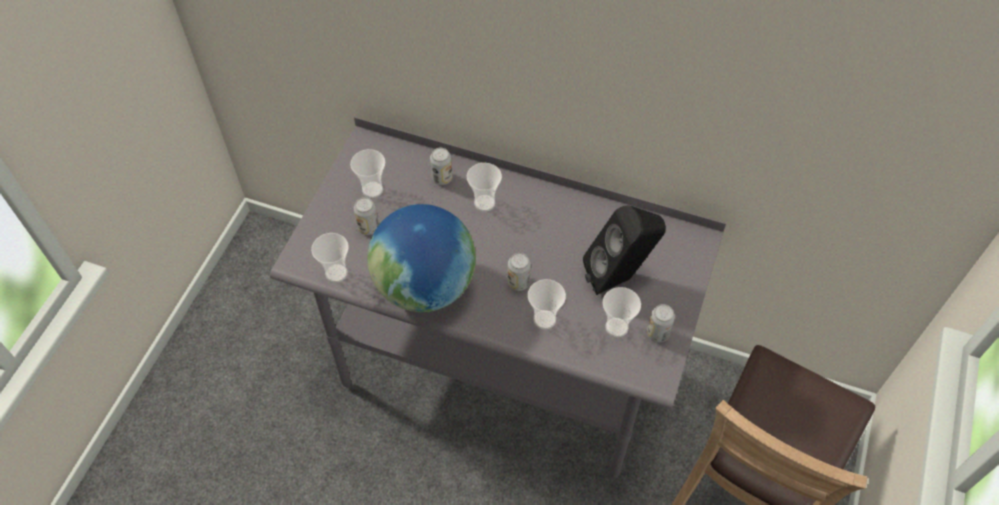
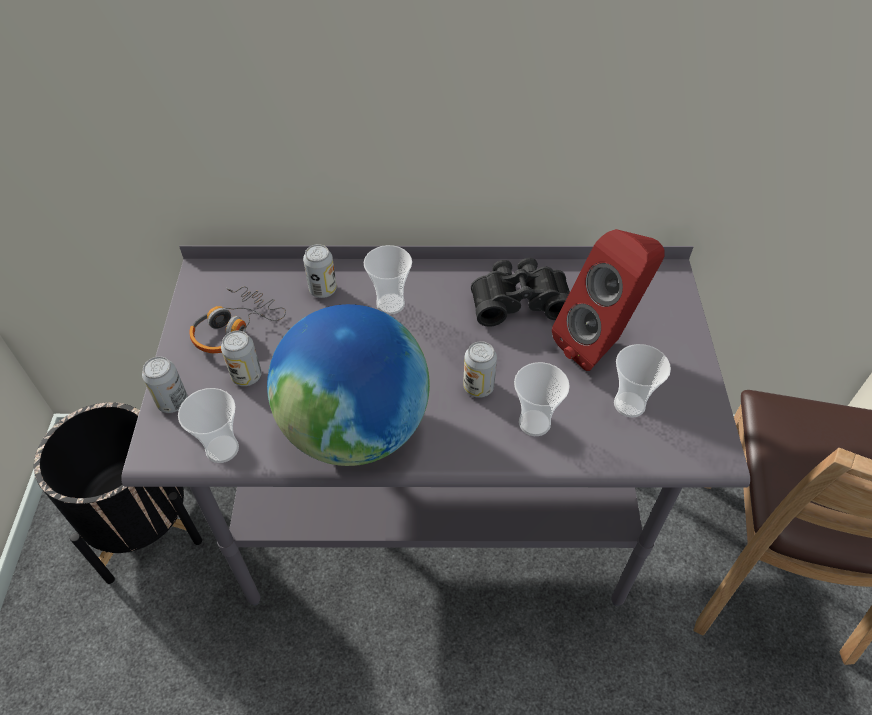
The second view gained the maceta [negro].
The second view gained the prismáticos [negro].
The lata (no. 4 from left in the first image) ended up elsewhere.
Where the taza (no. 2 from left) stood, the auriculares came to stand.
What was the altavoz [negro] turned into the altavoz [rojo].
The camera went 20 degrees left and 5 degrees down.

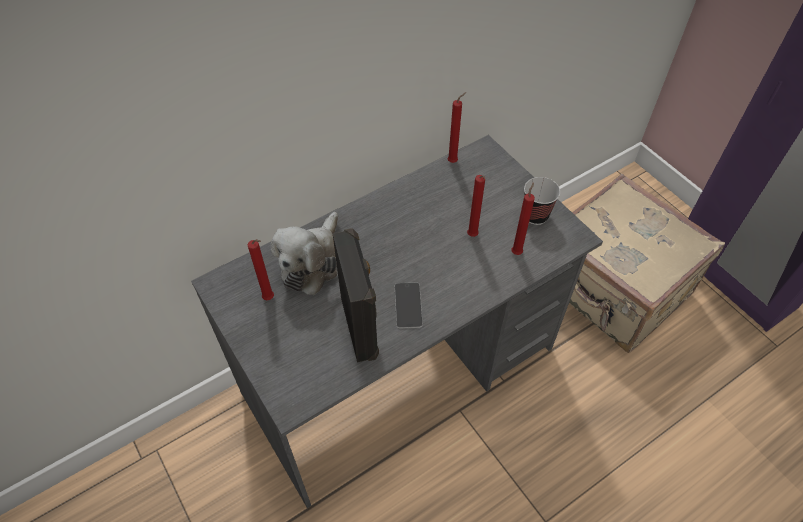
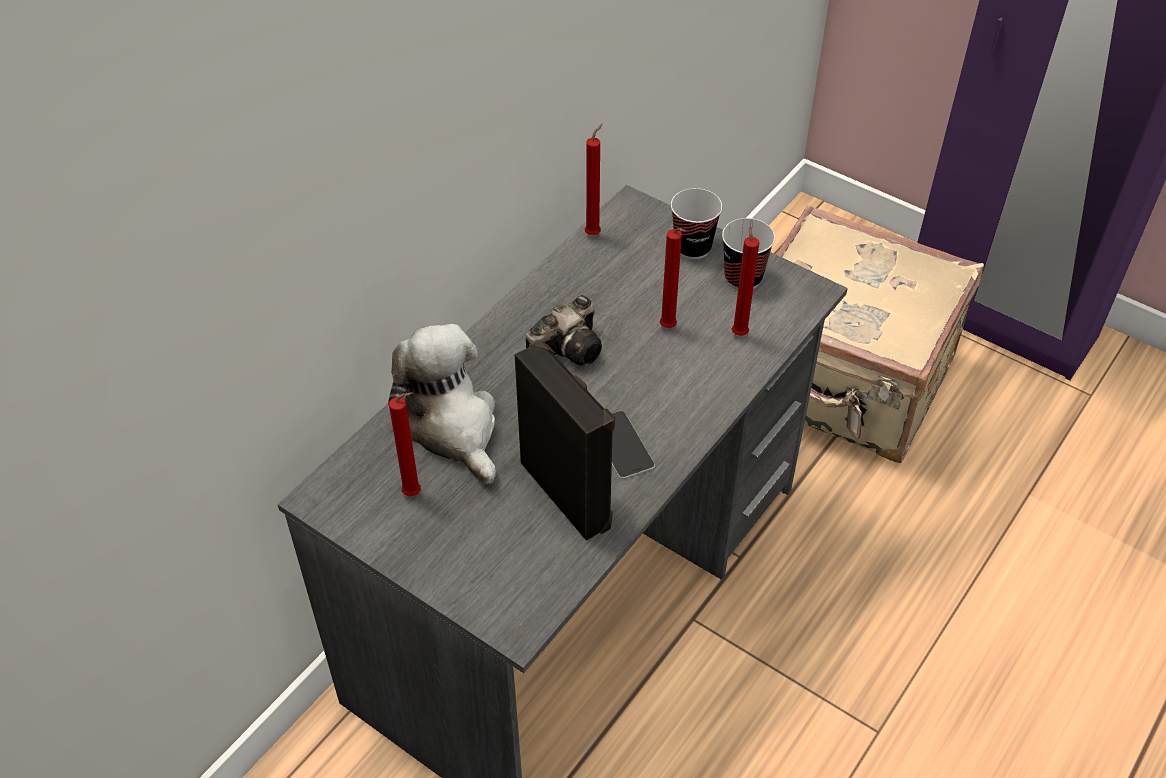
The second view gained the cámara.
The second view gained the taza (no. 1 from left).
The peluche ended up facing another way, 150 degrees clockwise from before.
The camera went 20 degrees left and 5 degrees down.

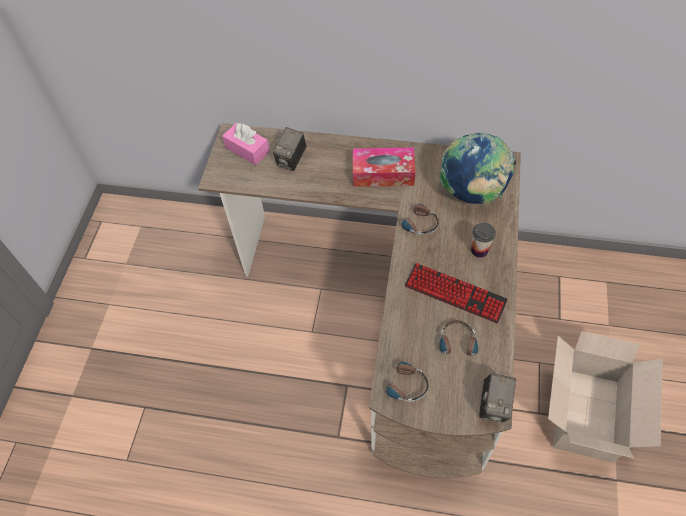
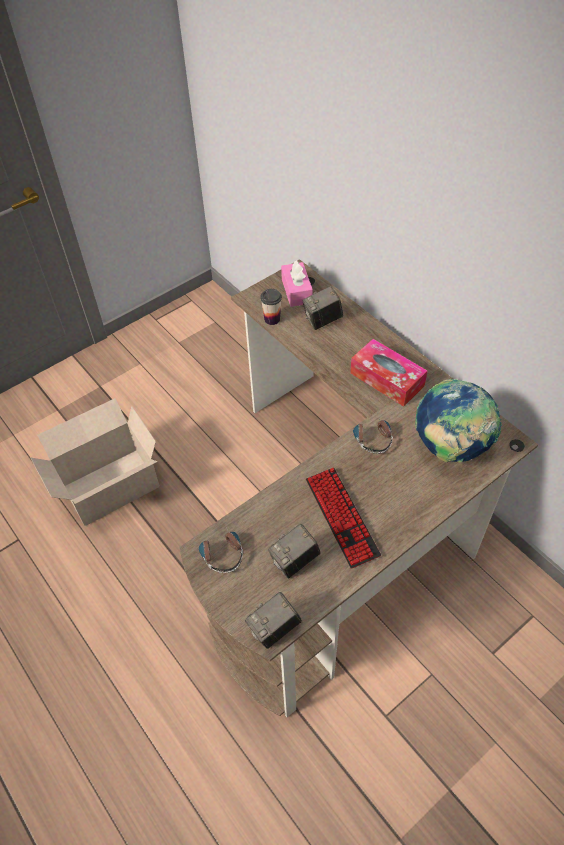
The taza ended up elsewhere.
The caja de cartón ended up elsewhere.
Where the auriculares (no. 3 from left) stood, the cámara (no. 2 from left) came to stand.
The camera went 40 degrees right and 5 degrees down.

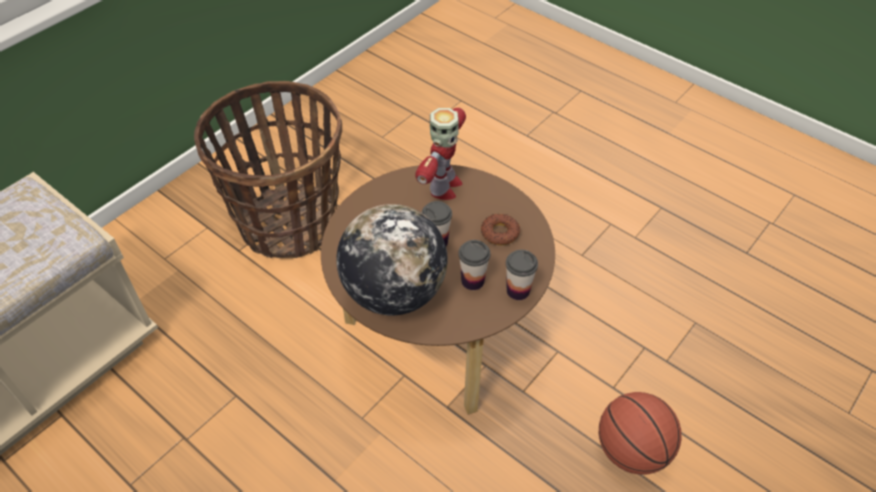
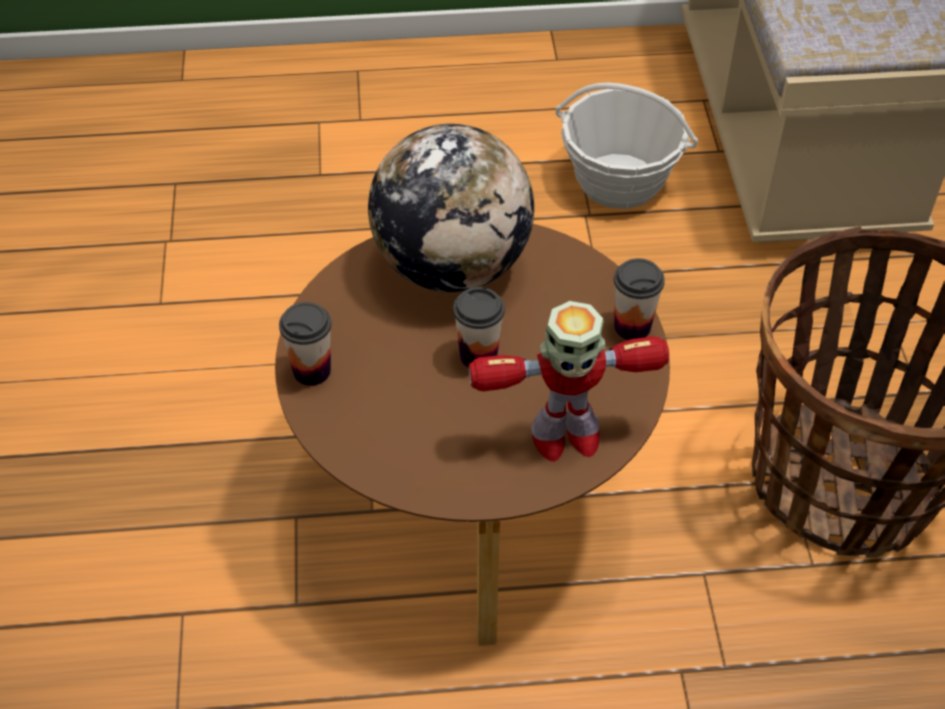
The second view lost the rosquilla.
The second view lost the balón de baloncesto.
The second view gained the cesta (no. 1 from left).
The taza (no. 2 from left in the first image) ended up elsewhere.
The robot de juguete ended up facing another way, 75 degrees counterclockwise from before.
The camera went 135 degrees right and 0 degrees up.

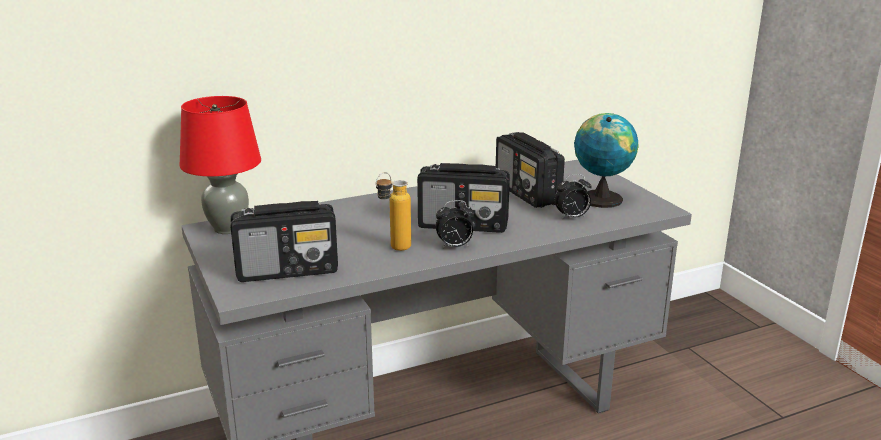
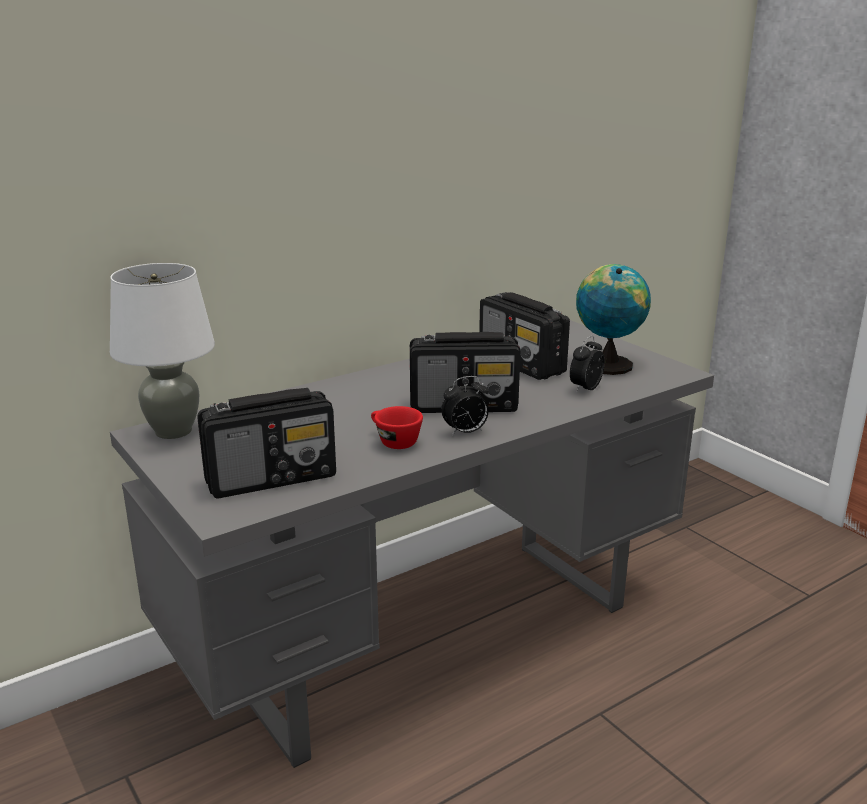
Where the botella stood, the taza [rojo] came to stand.
What was the lámpara de mesa [rojo] turned into the lámpara de mesa [blanco].
The despertador (no. 2 from left) ended up facing another way, 150 degrees clockwise from before.
The camera went 10 degrees left and 0 degrees up.

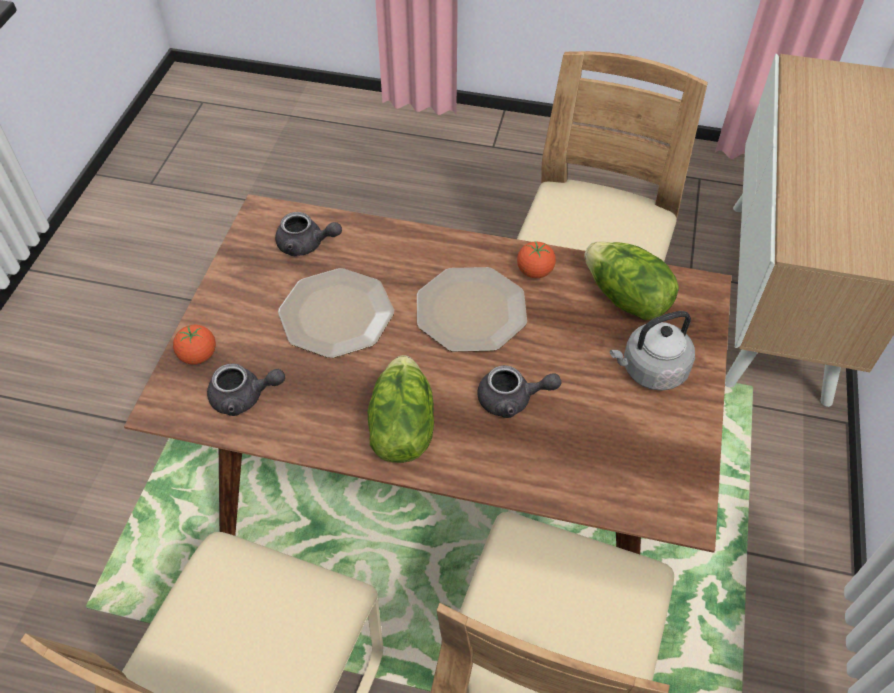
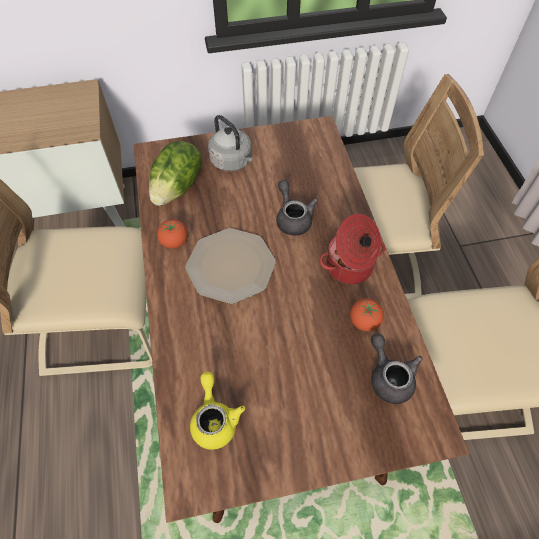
The second view lost the plato (no. 1 from left).
The tomate (no. 1 from left in the first image) ended up elsewhere.
Where the lechuga (no. 1 from left) stood, the olla came to stand.
What was the tetera [gris] (no. 2 from left) turned into the tetera [amarillo].
The camera went 115 degrees left and 5 degrees up.

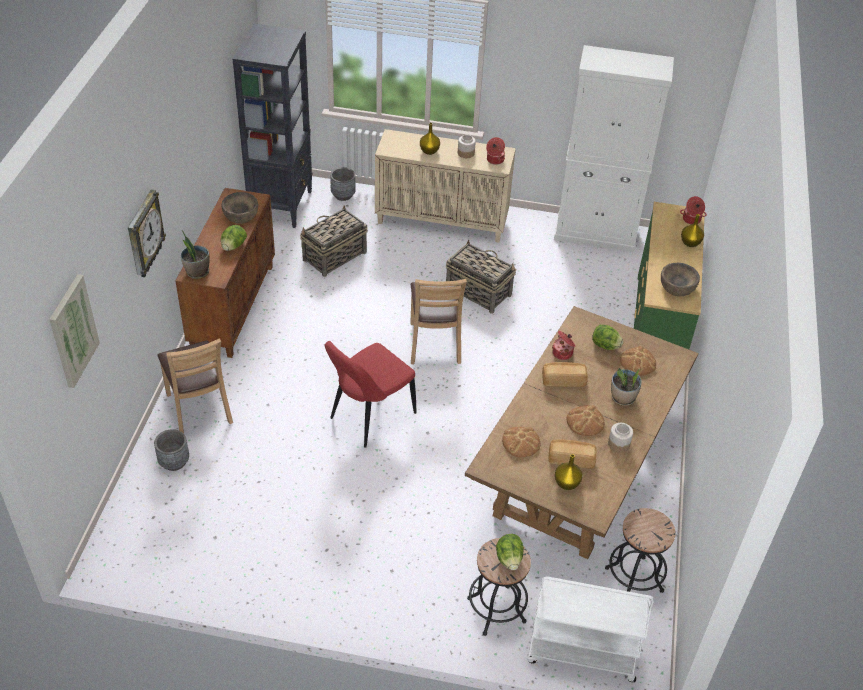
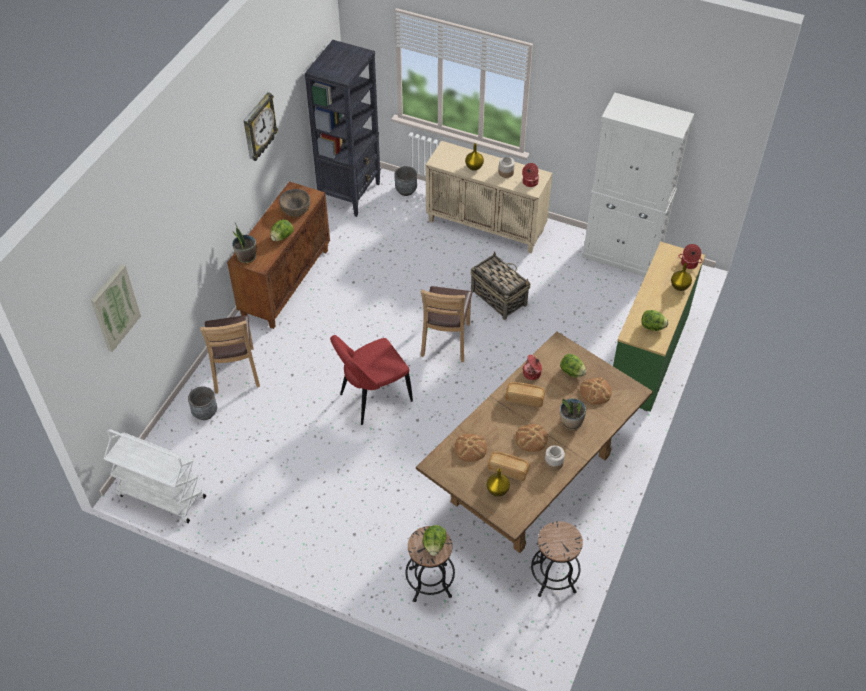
The second view lost the cesta (no. 1 from left).
The reloj de pared ended up elsewhere.
The carrito [blanco] ended up elsewhere.
Where the cuenco [marrón] (no. 2 from left) stood, the lechuga (no. 4 from left) came to stand.
The camera went 15 degrees right and 5 degrees up.

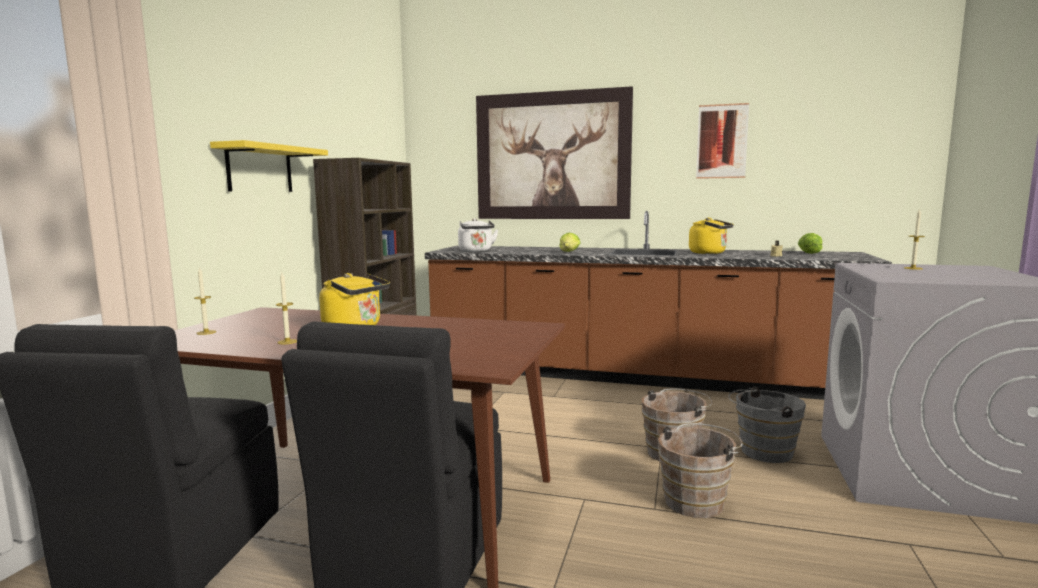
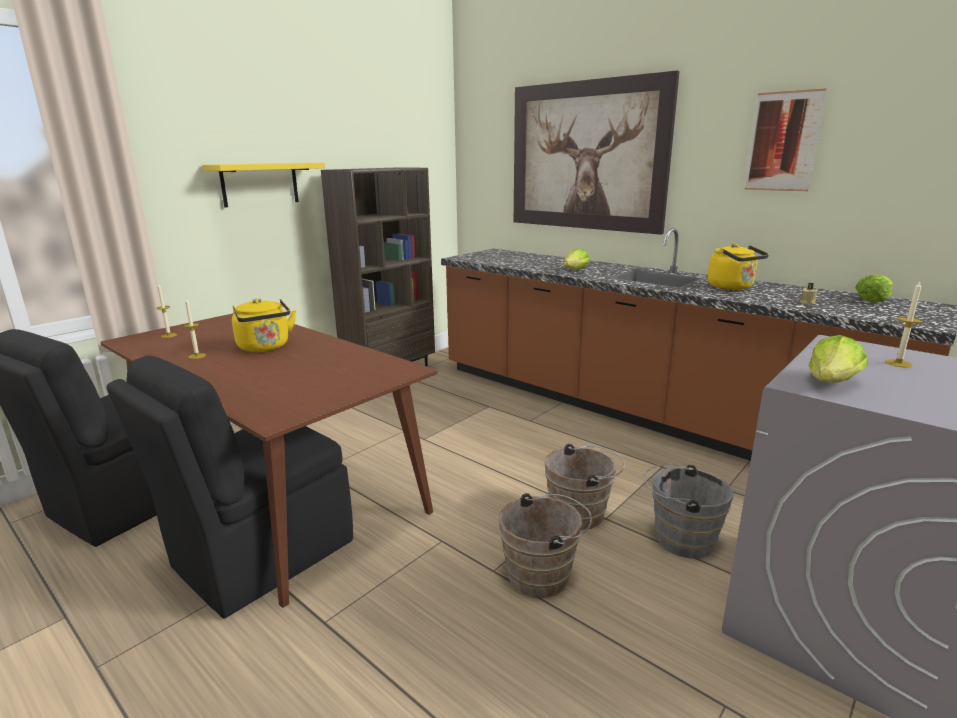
The second view lost the hervidor [blanco].
The second view gained the lechuga (no. 2 from left).
The camera went 25 degrees right and 10 degrees up.

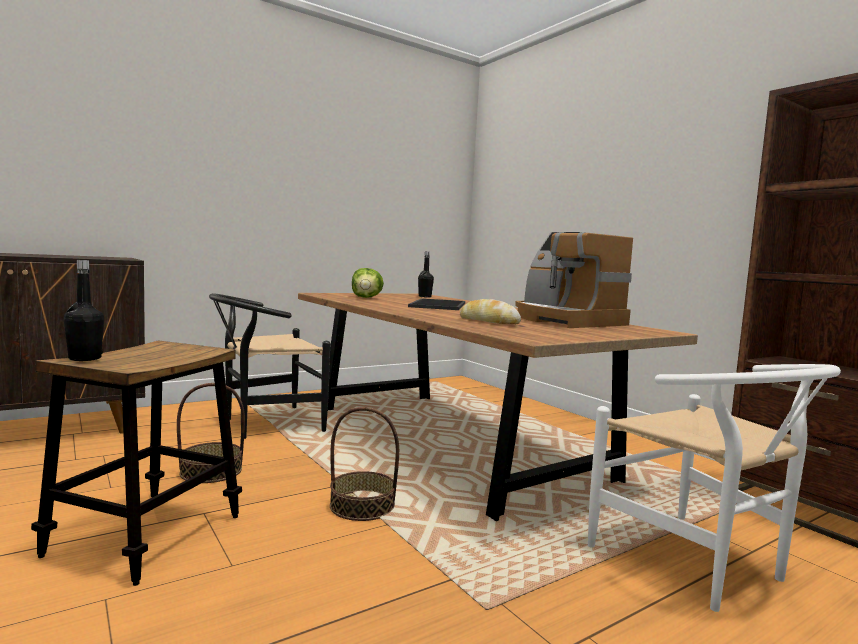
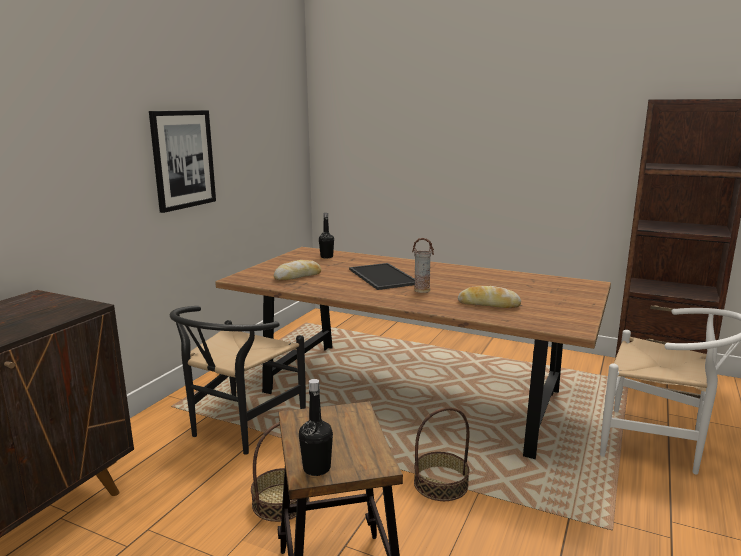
The second view lost the cafetera.
The second view gained the cuadro.
The second view gained the florero.
Where the lechuga stood, the pan (no. 1 from left) came to stand.
The camera went 30 degrees left and 10 degrees up.

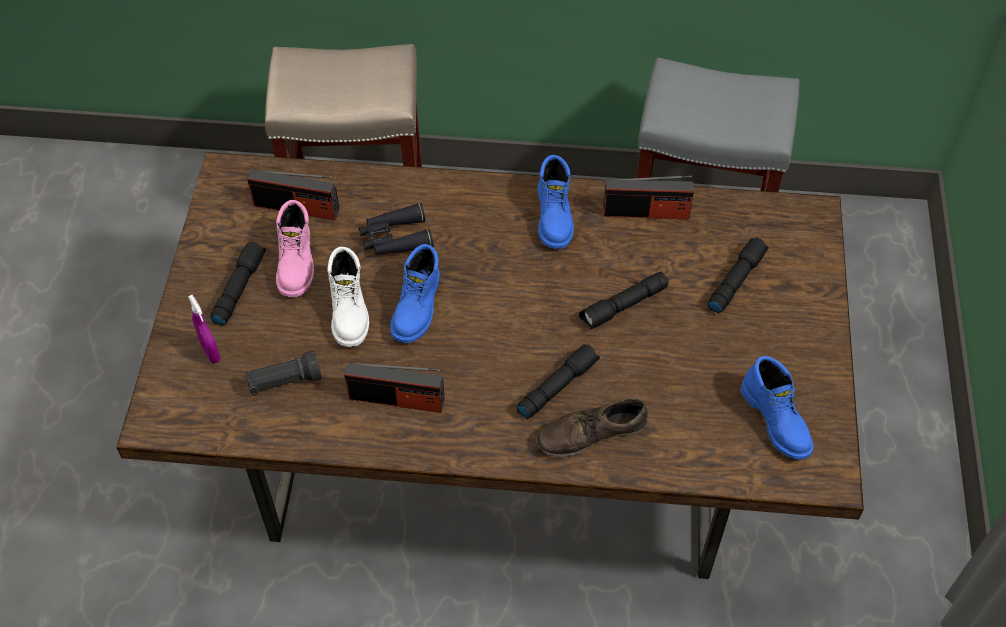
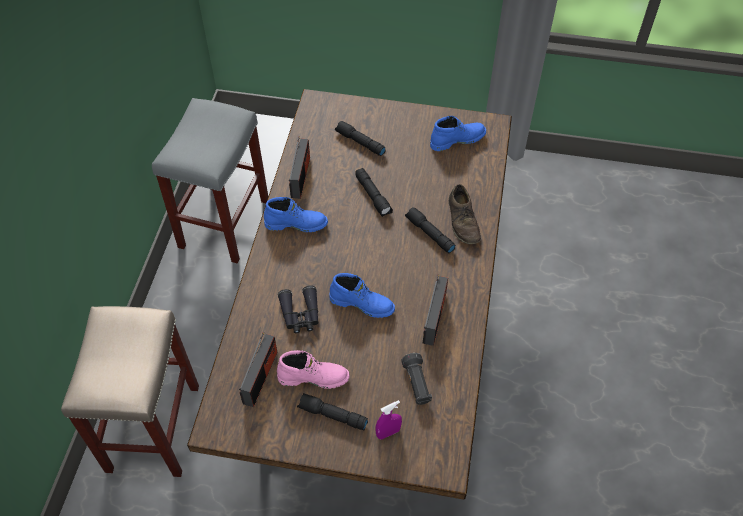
The second view lost the bota [blanco].
The camera went 85 degrees left and 0 degrees up.

